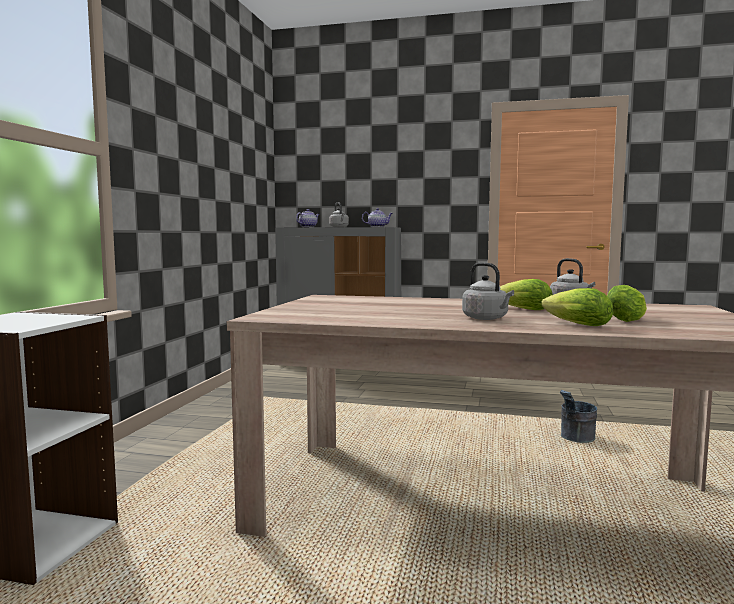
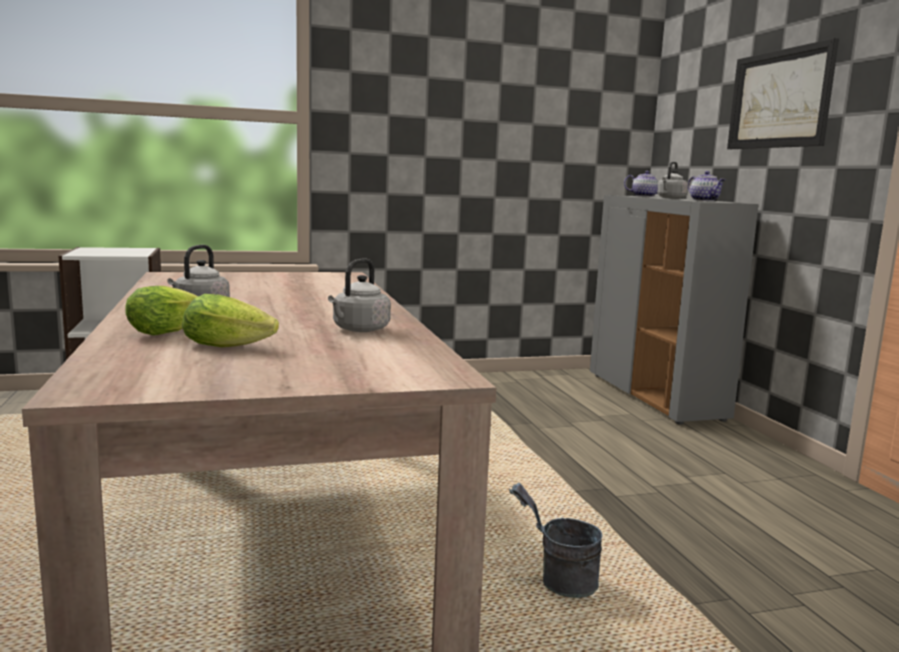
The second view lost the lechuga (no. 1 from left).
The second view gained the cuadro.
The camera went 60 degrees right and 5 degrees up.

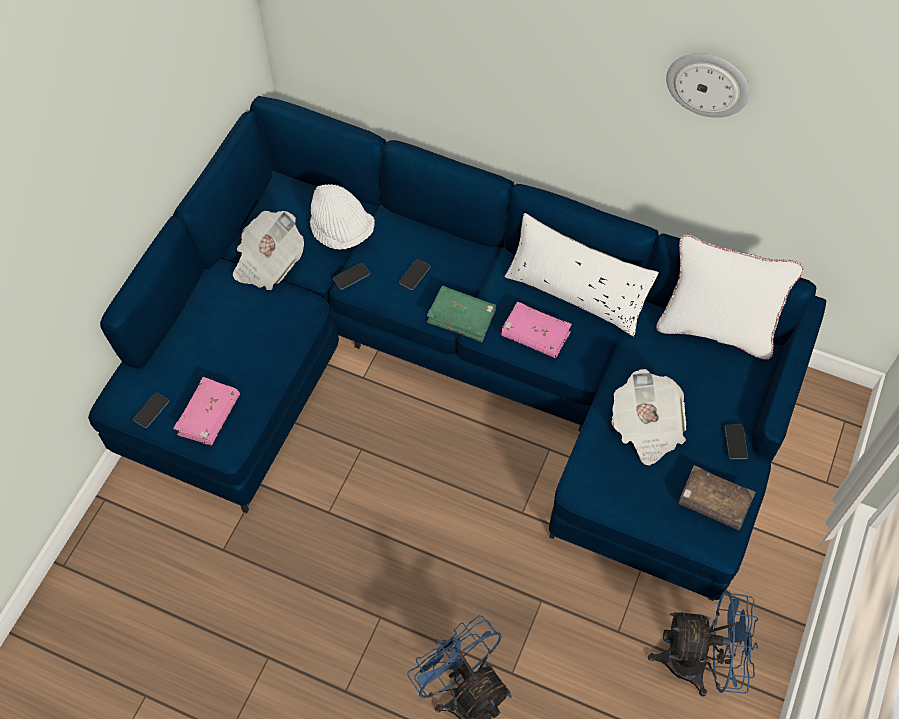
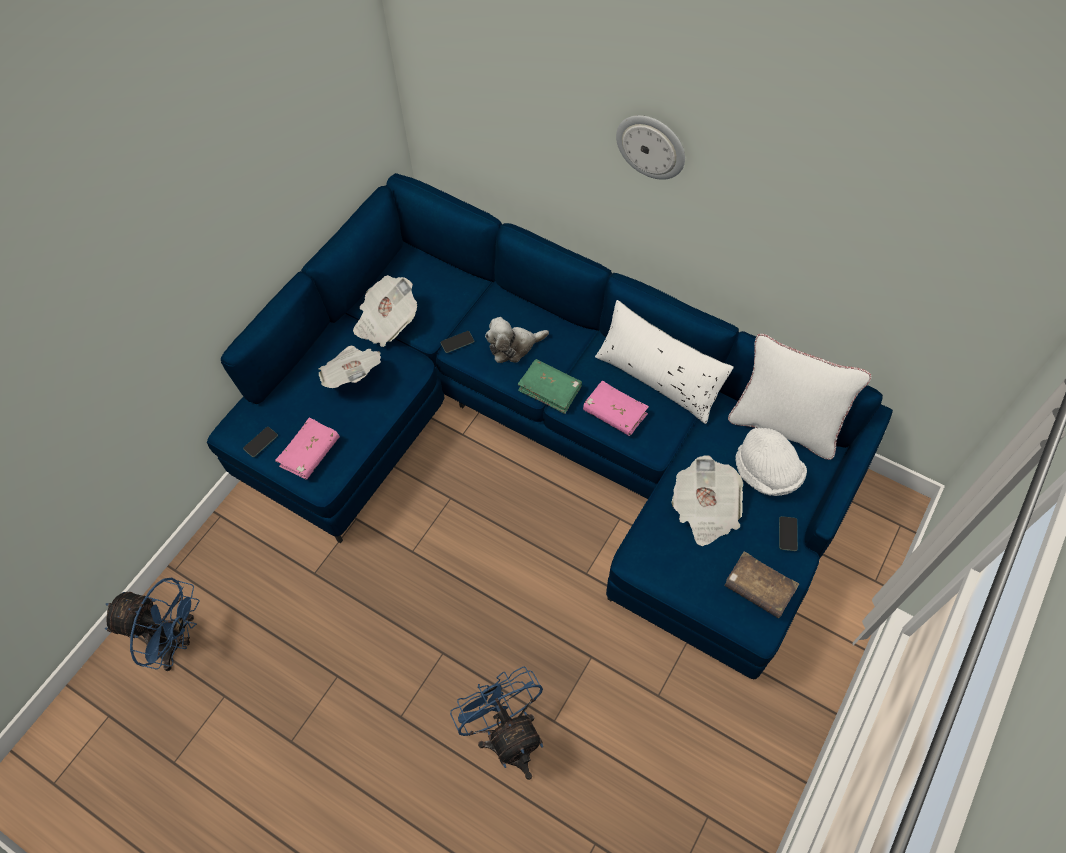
The second view gained the periódico (no. 1 from left).
The sombrero [blanco] ended up elsewhere.
The ventilador [azul] (no. 2 from left in the first image) ended up elsewhere.
The reloj de pared ended up elsewhere.
Where the móvil (no. 3 from left) stood, the peluche came to stand.
The camera went 10 degrees right and 0 degrees up.

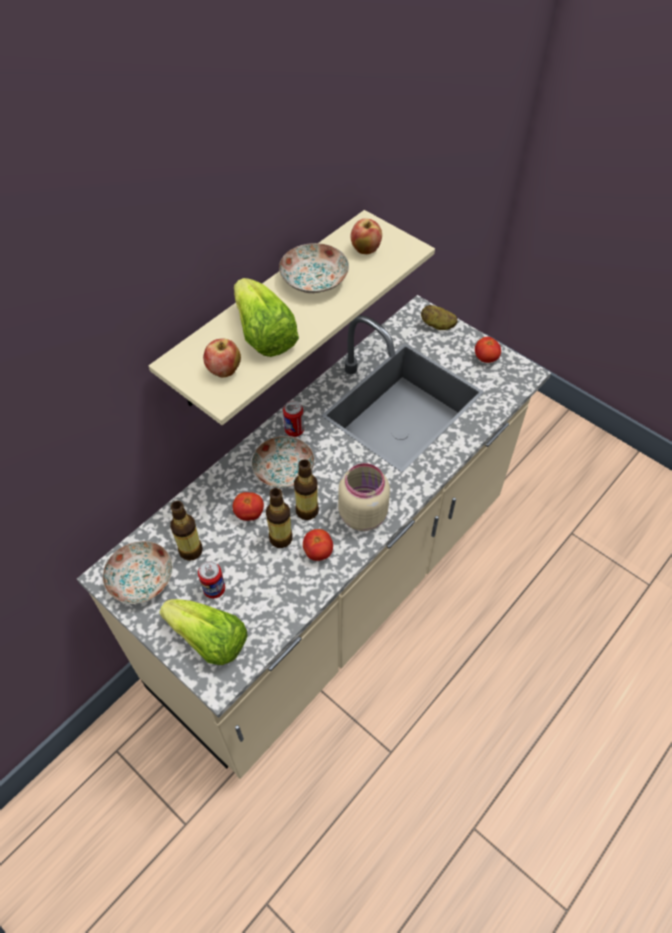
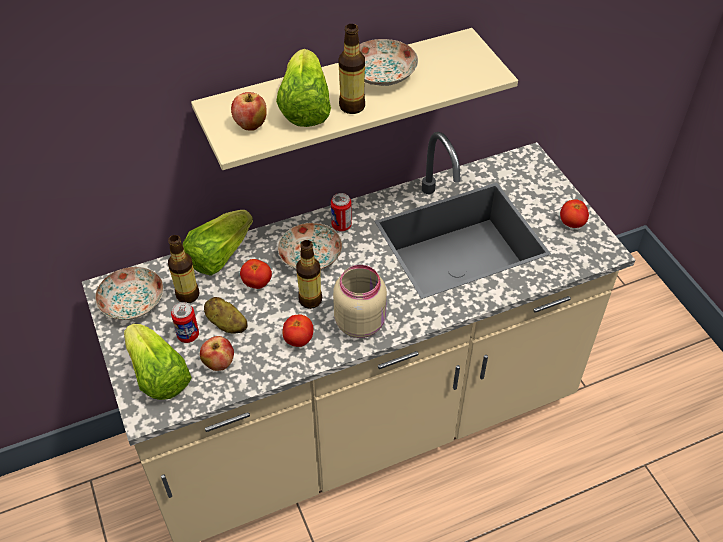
The second view gained the lechuga (no. 2 from left).
The botella (no. 2 from left in the first image) ended up elsewhere.
The manzana (no. 2 from left in the first image) ended up elsewhere.
The patata ended up elsewhere.
The camera went 25 degrees right and 5 degrees down.

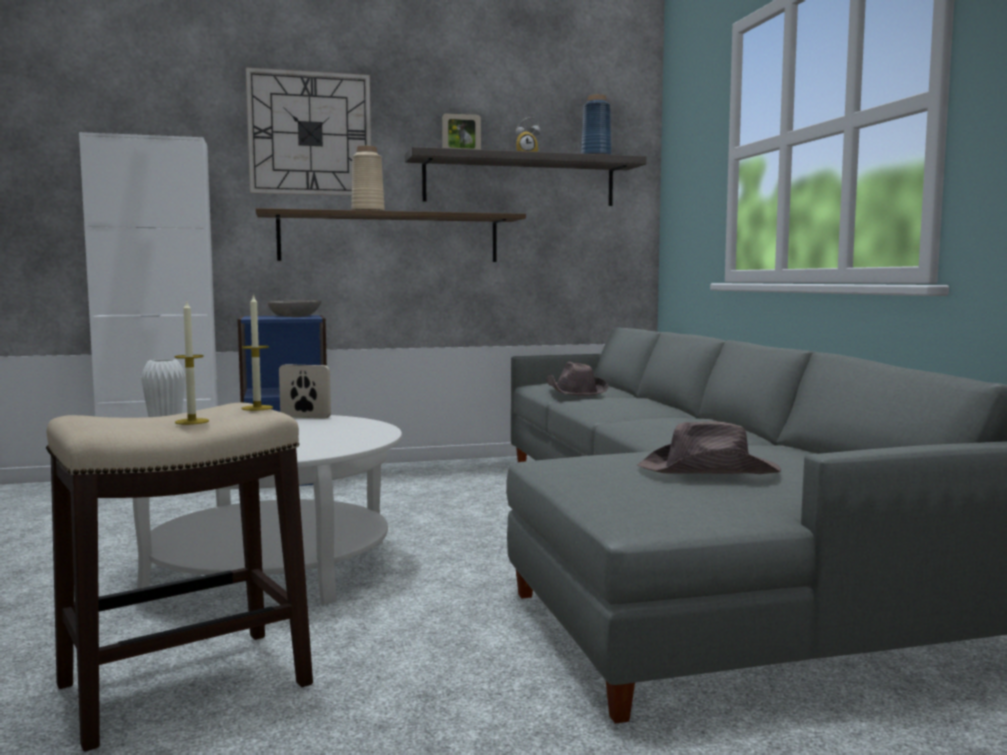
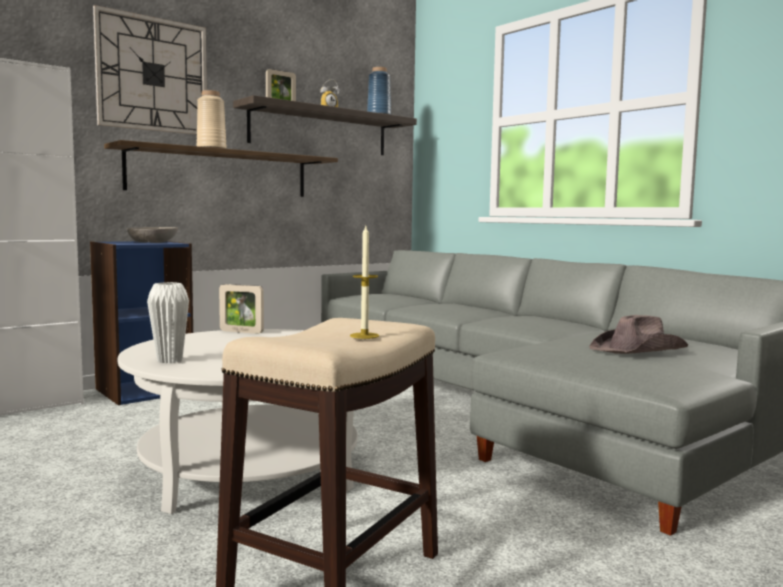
The second view lost the vela (no. 2 from left).
The second view lost the sombrero [marrón] (no. 1 from left).
The portarretratos (no. 1 from left) ended up facing another way, 150 degrees counterclockwise from before.
The camera went 25 degrees left and 0 degrees up.

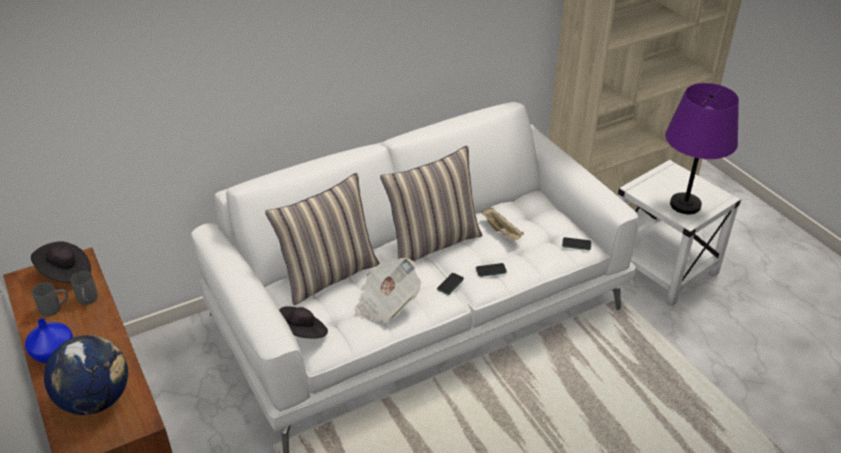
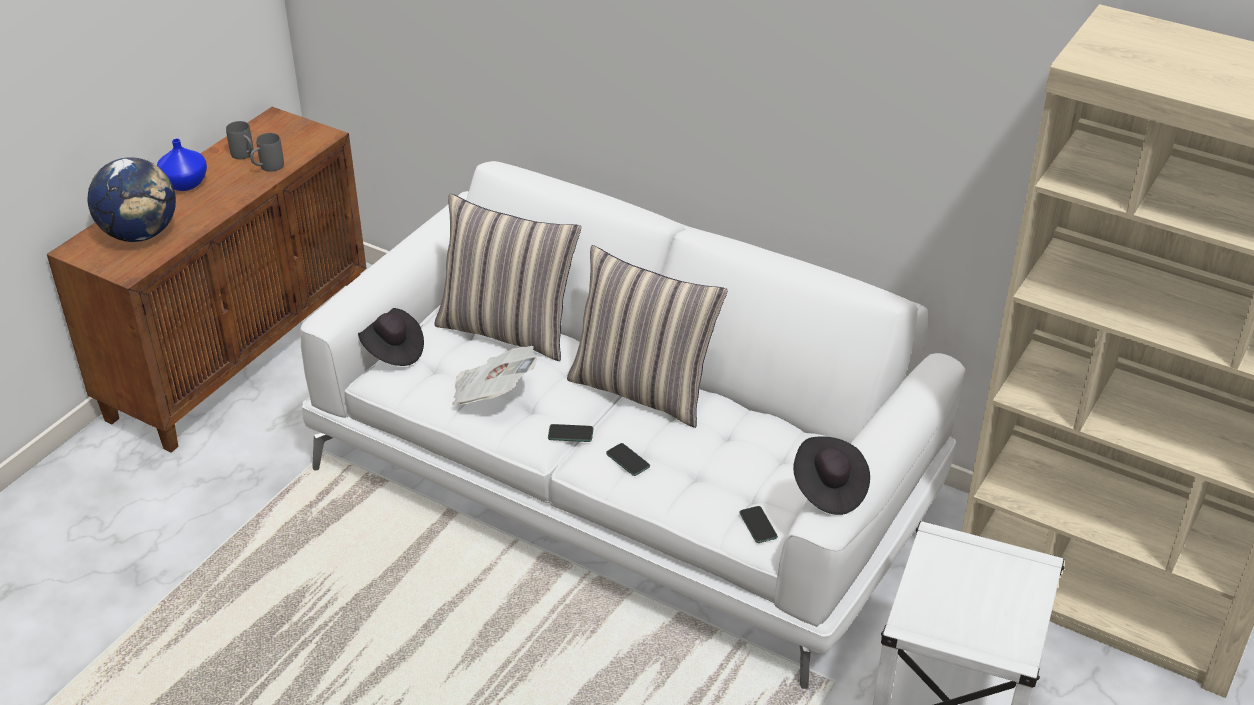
The second view lost the bandeja [beis].
The second view lost the lámpara de mesa [morado].
The sombrero [negro] (no. 1 from left in the first image) ended up elsewhere.
The camera went 60 degrees right and 0 degrees up.

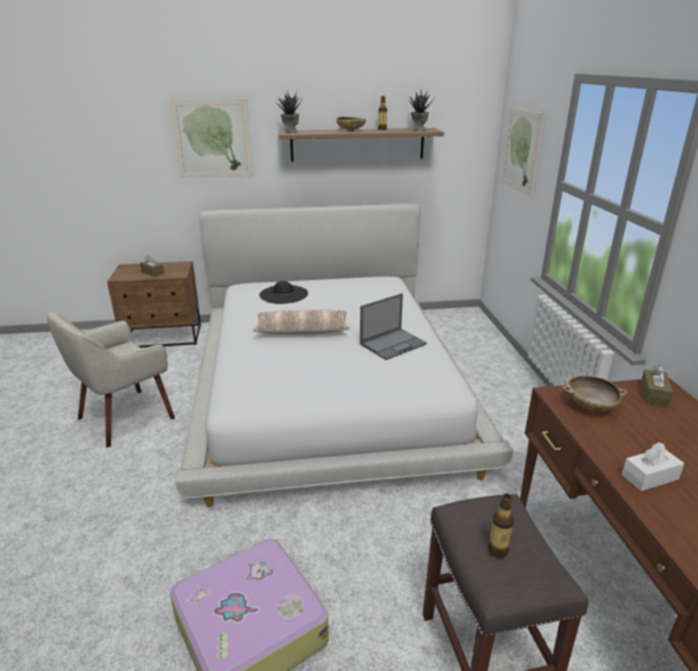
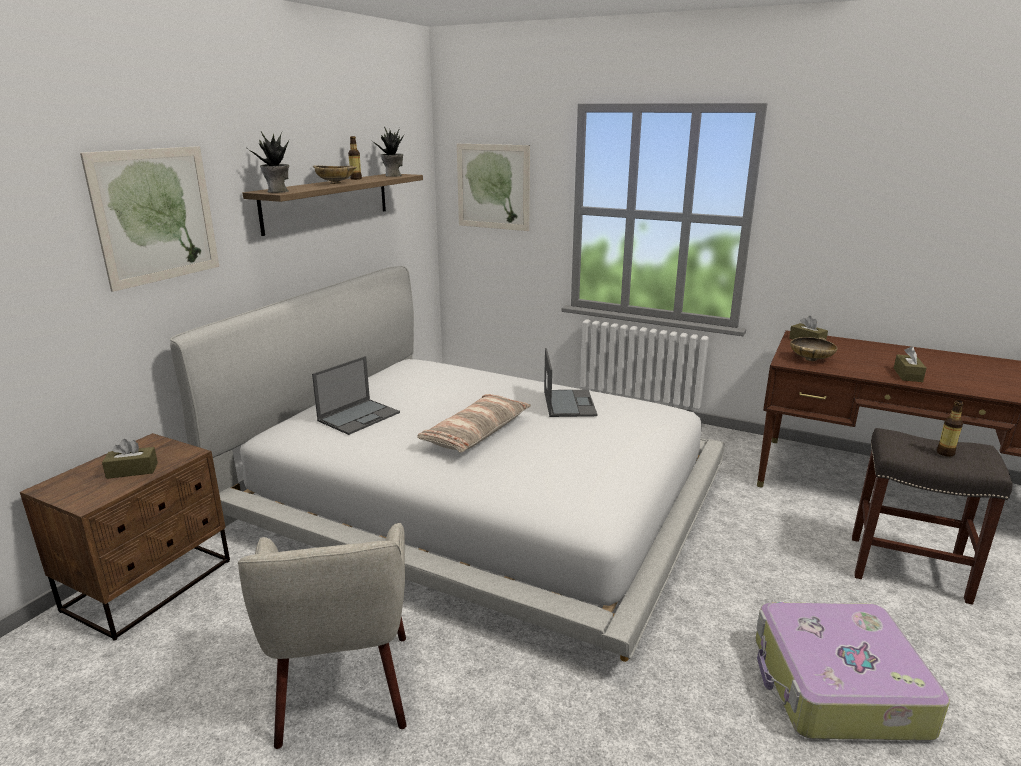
Where the sombrero [negro] stood, the portátil (no. 1 from left) came to stand.
What was the caja de pañuelos [blanco] turned into the caja de pañuelos [marrón] (no. 3 from left).
The camera went 55 degrees left and 5 degrees down.

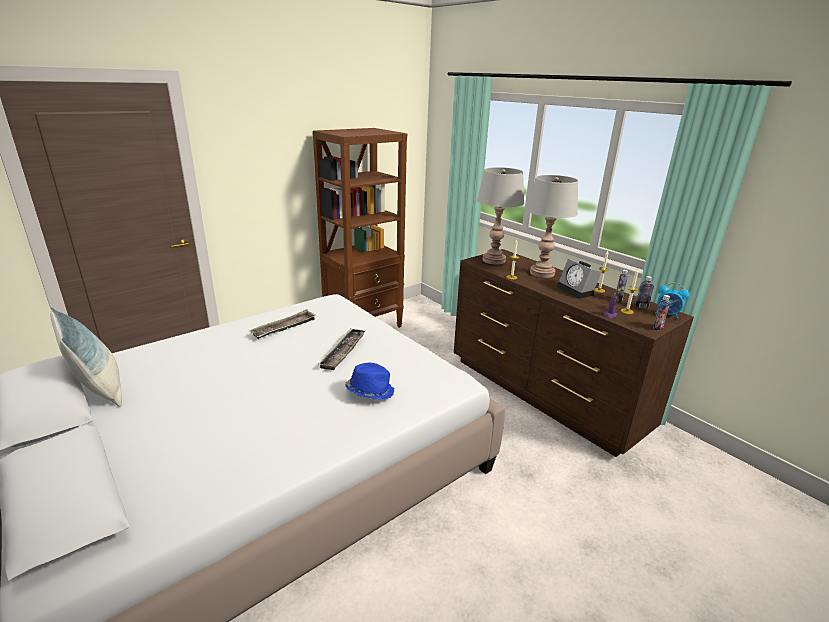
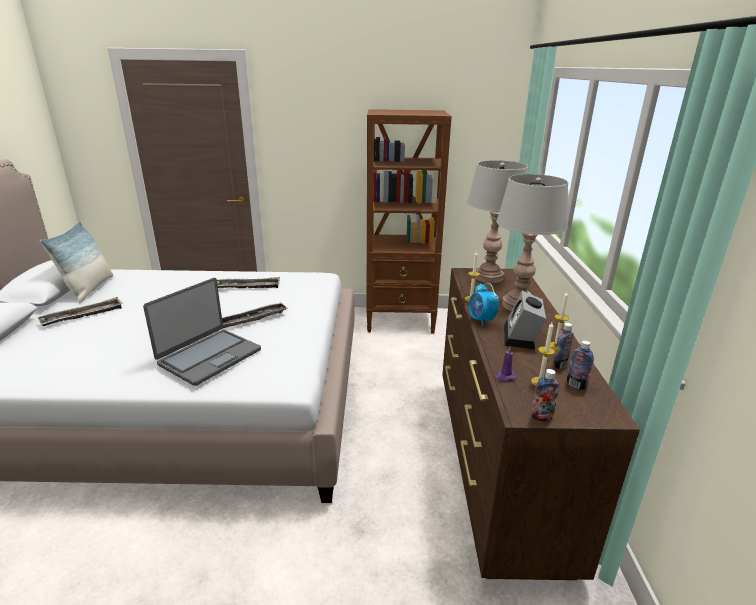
The second view gained the bandeja (no. 1 from left).
The despertador (no. 2 from left in the first image) ended up elsewhere.
Where the sombrero [azul] stood, the portátil came to stand.
The camera went 40 degrees right and 0 degrees up.

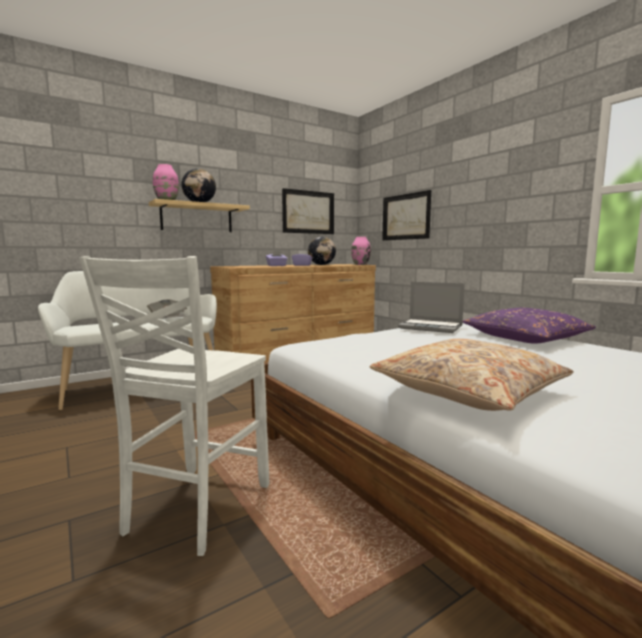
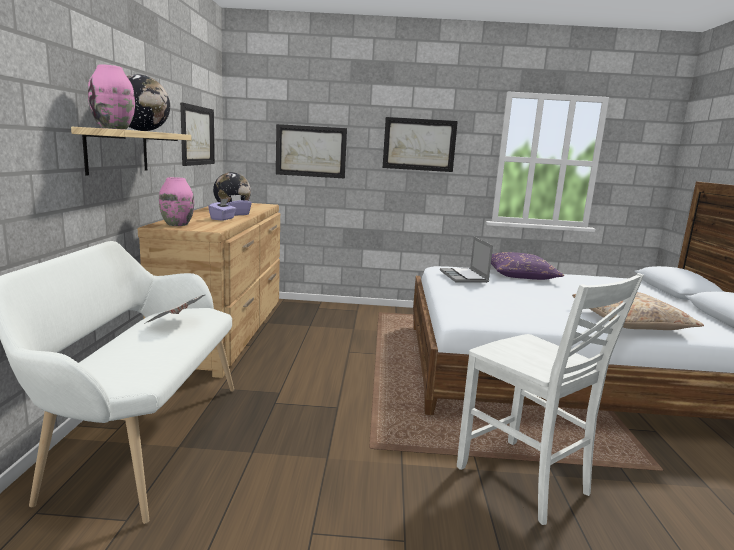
The second view gained the cuadro (no. 3 from left).
The florero [rosa] (no. 2 from left) ended up elsewhere.
The portátil ended up facing another way, 105 degrees clockwise from before.
The camera went 55 degrees left and 5 degrees up.

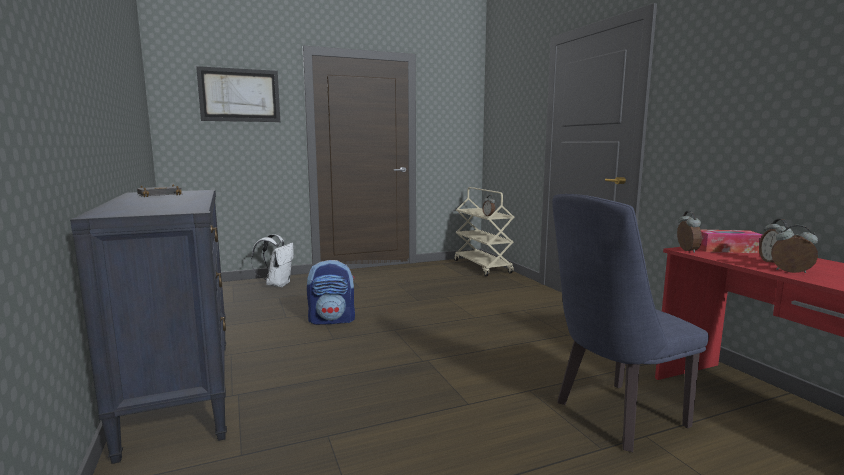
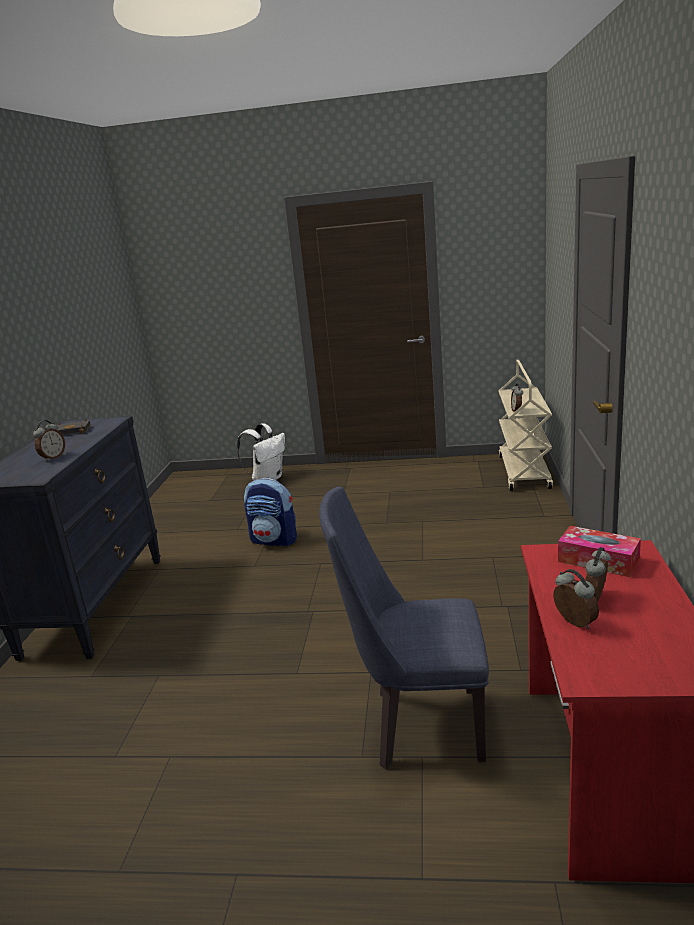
The second view lost the cuadro.
The despertador (no. 2 from left in the first image) ended up elsewhere.
The camera went 30 degrees right and 10 degrees up.

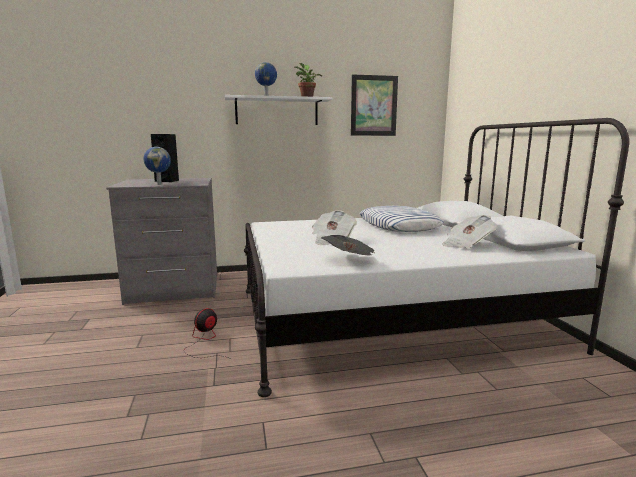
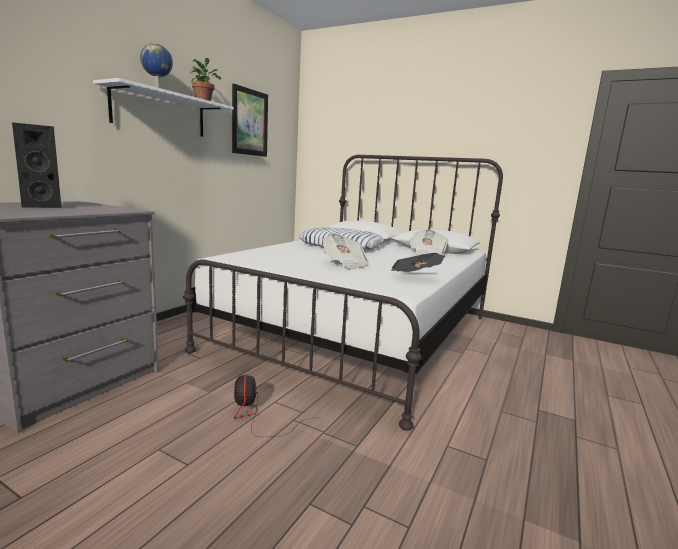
The second view lost the globo terráqueo (no. 1 from left).
The camera went 50 degrees left and 0 degrees up.

